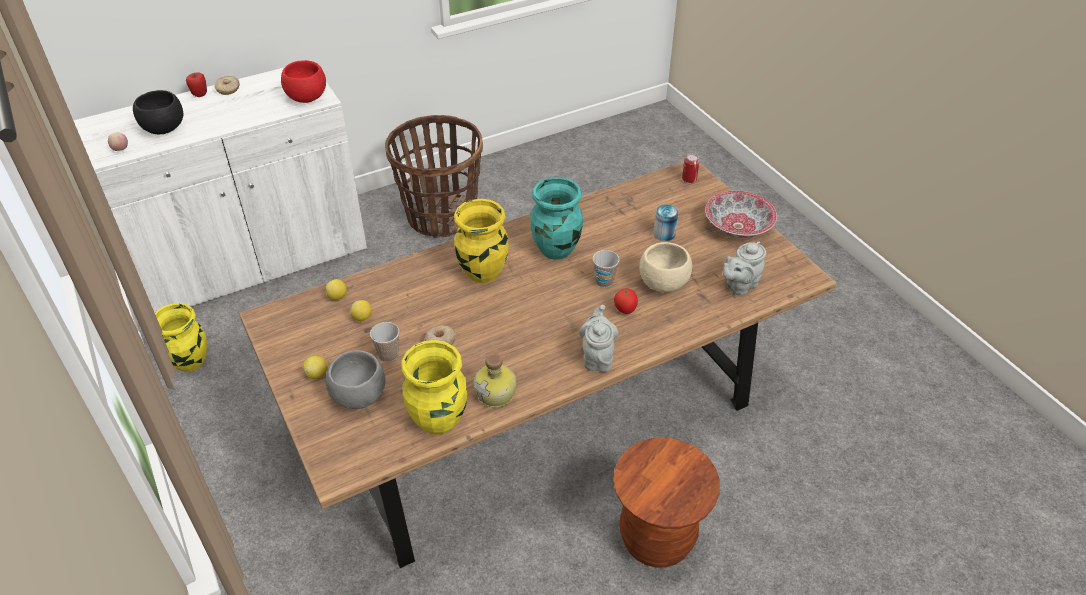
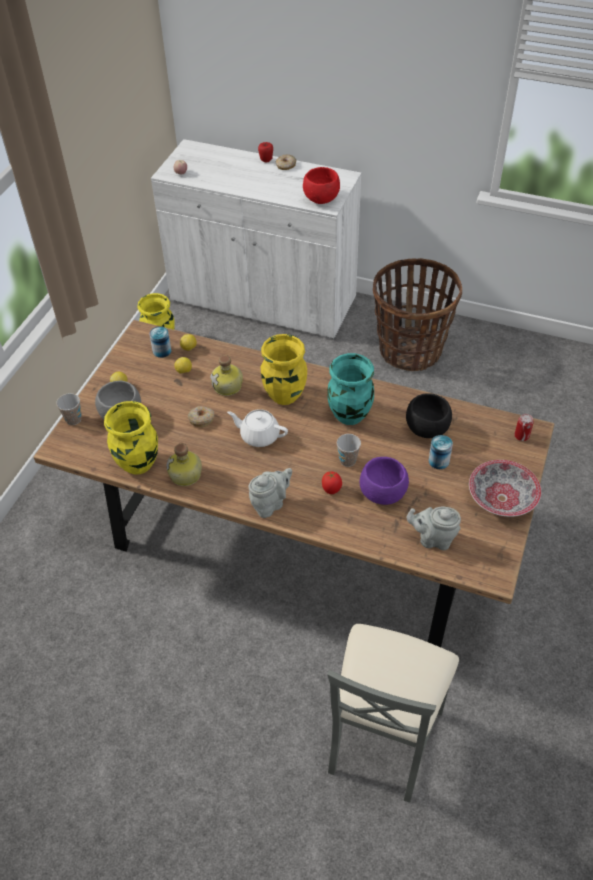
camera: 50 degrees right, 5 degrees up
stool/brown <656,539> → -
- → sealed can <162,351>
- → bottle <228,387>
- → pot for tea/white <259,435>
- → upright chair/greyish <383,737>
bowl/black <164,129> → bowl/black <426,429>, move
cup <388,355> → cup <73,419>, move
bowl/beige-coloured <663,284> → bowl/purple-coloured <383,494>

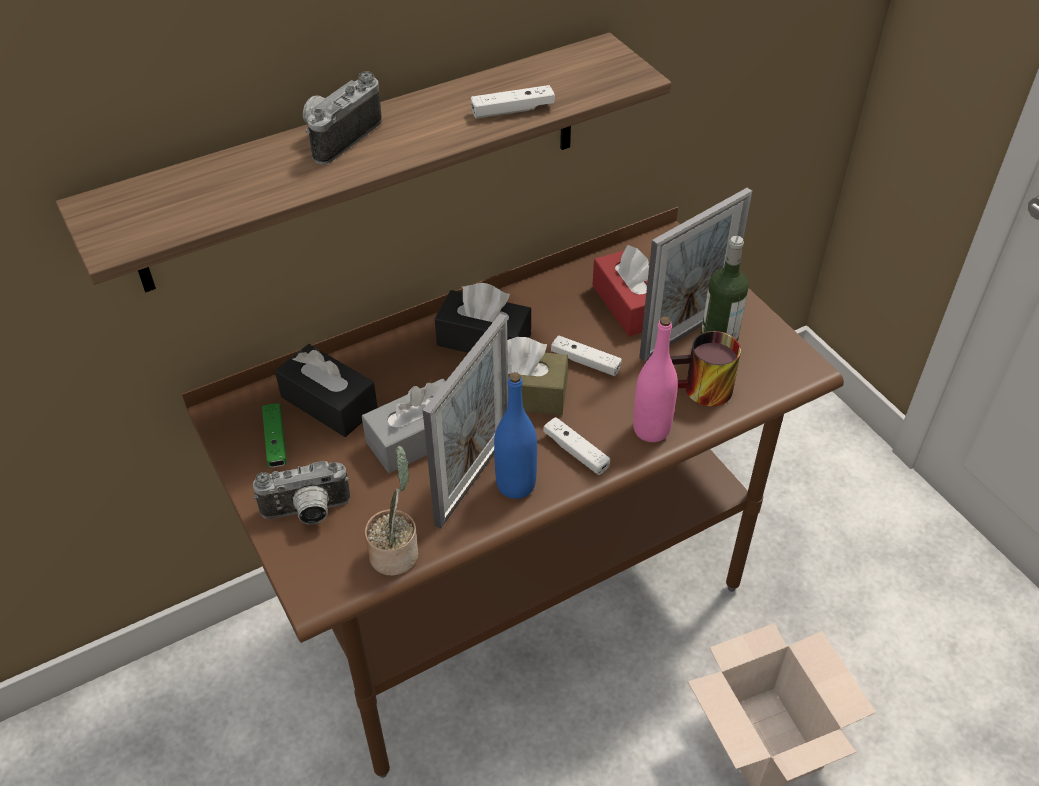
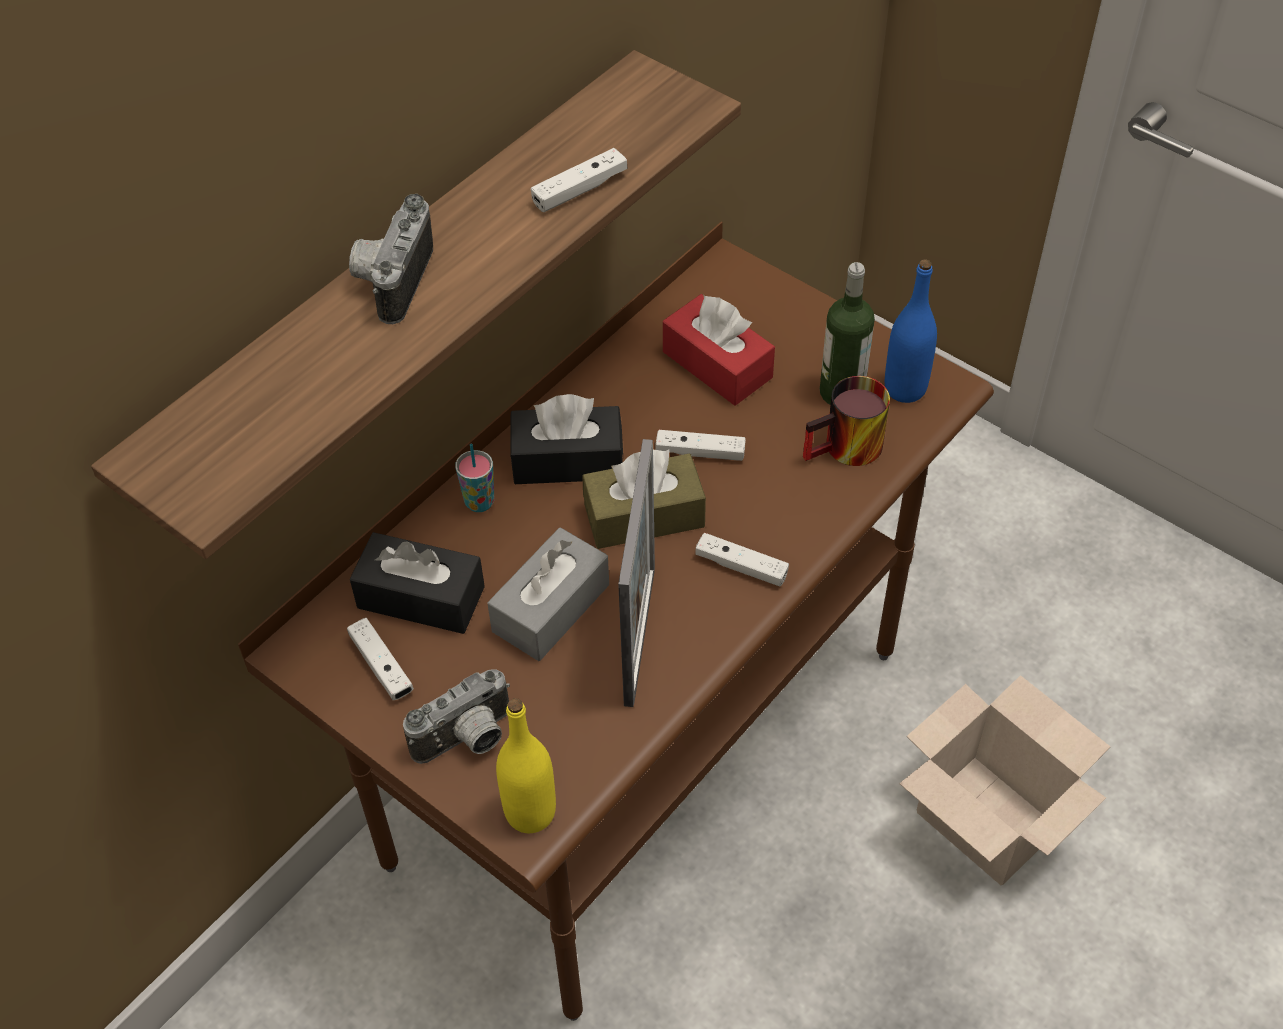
camera: 20 degrees left, 5 degrees up
plant in a pot <396,552> → -
bottle/pinkish <651,429> → -
standing frame <686,332> → -
- → cup <479,502>
- → bottle/yellow-coloured <530,812>
bottle/blue-coloured <516,485> → bottle/blue-coloured <905,388>, move
joypad/green <275,441> → joypad/white <381,666>

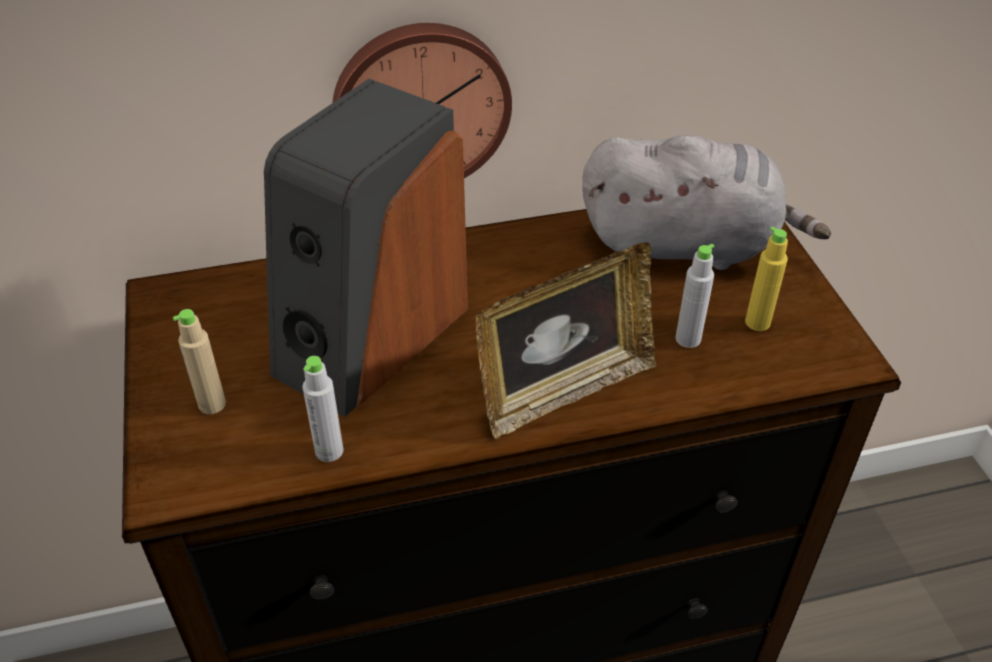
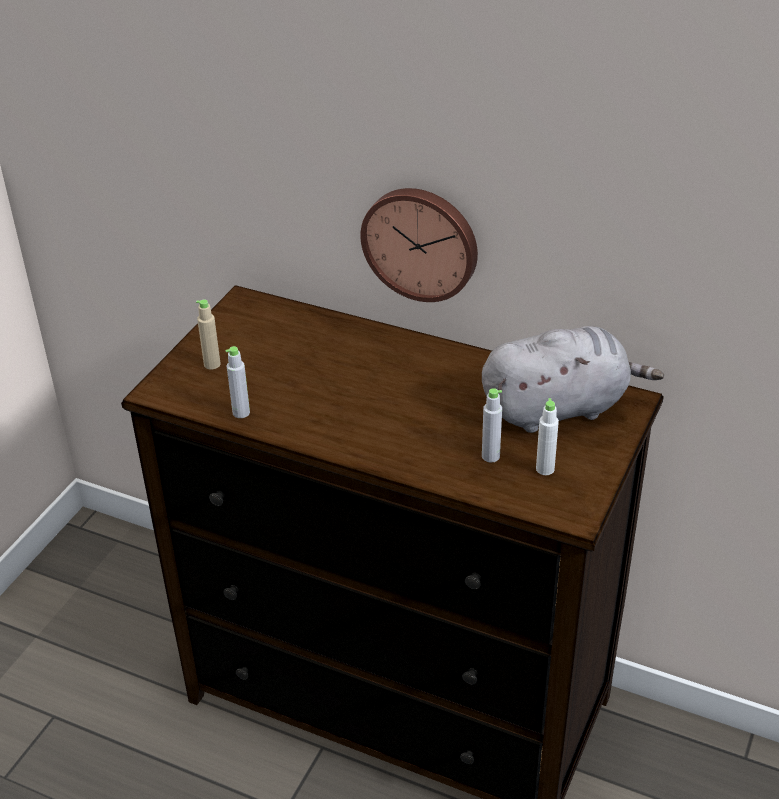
camera: 40 degrees right, 5 degrees down
speaker <370,338> → -
standing frame <564,390> → -
bottle/yellow-coloured <757,322> → bottle/white <545,469>
cuddly toy/greyish <686,245> → cuddly toy/greyish <559,408>, 60 degrees counterclockwise

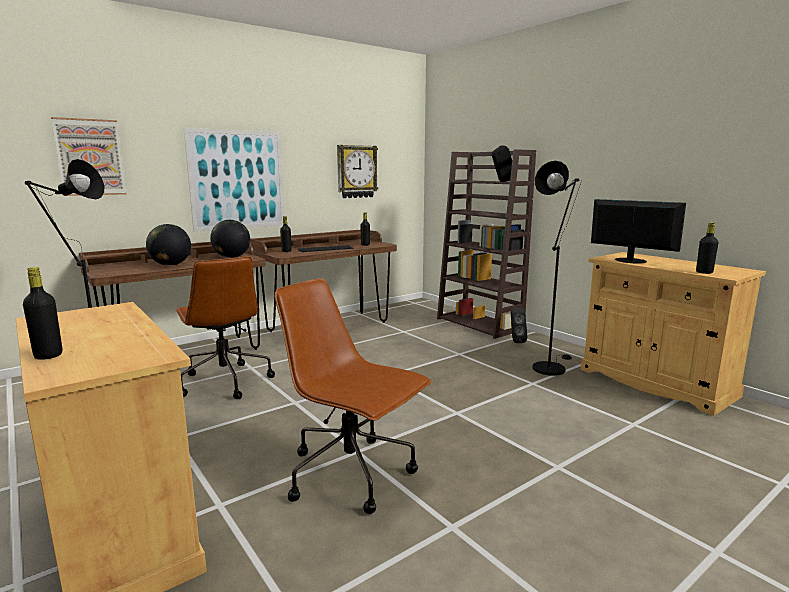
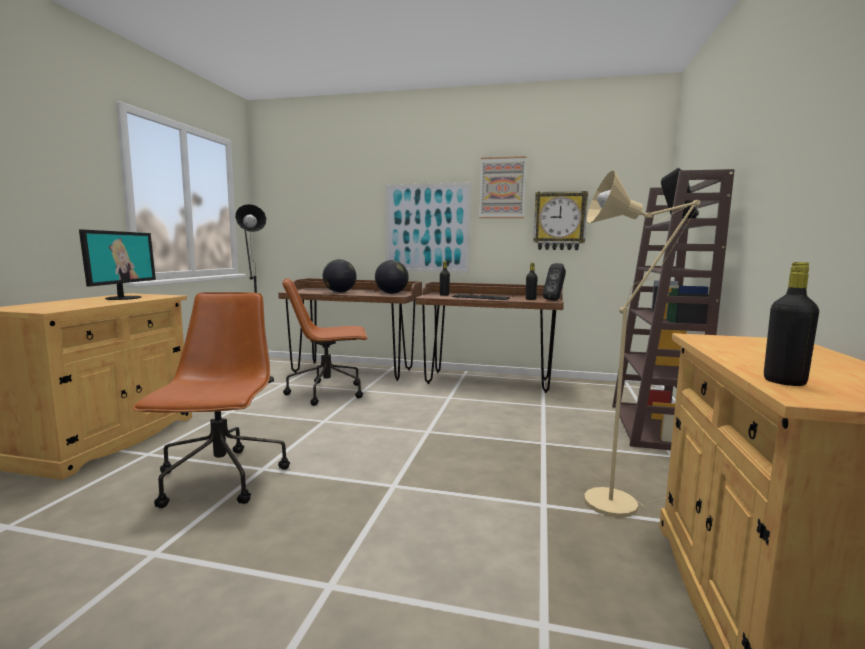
camera: 50 degrees right, 5 degrees down
bottle/black <48,355> → -
wall art <90,157> → wall art <502,188>, move
speaker/black <516,341> → speaker/black <555,300>, move
computer screen <630,261> → computer screen <123,298>, move
standard lamp/black <550,367> → standard lamp/beige-coloured <620,502>
office chair/brown <224,381> → office chair/brown <328,392>, 60 degrees clockwise

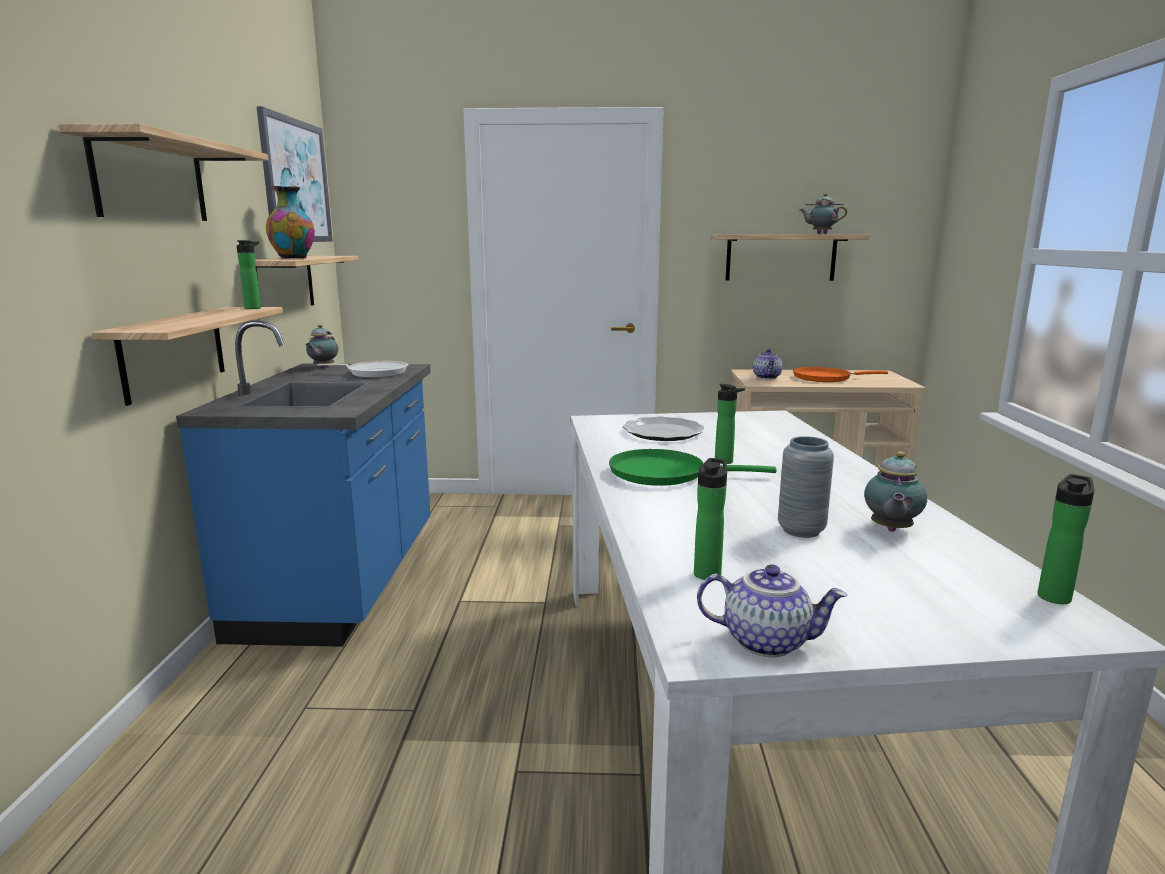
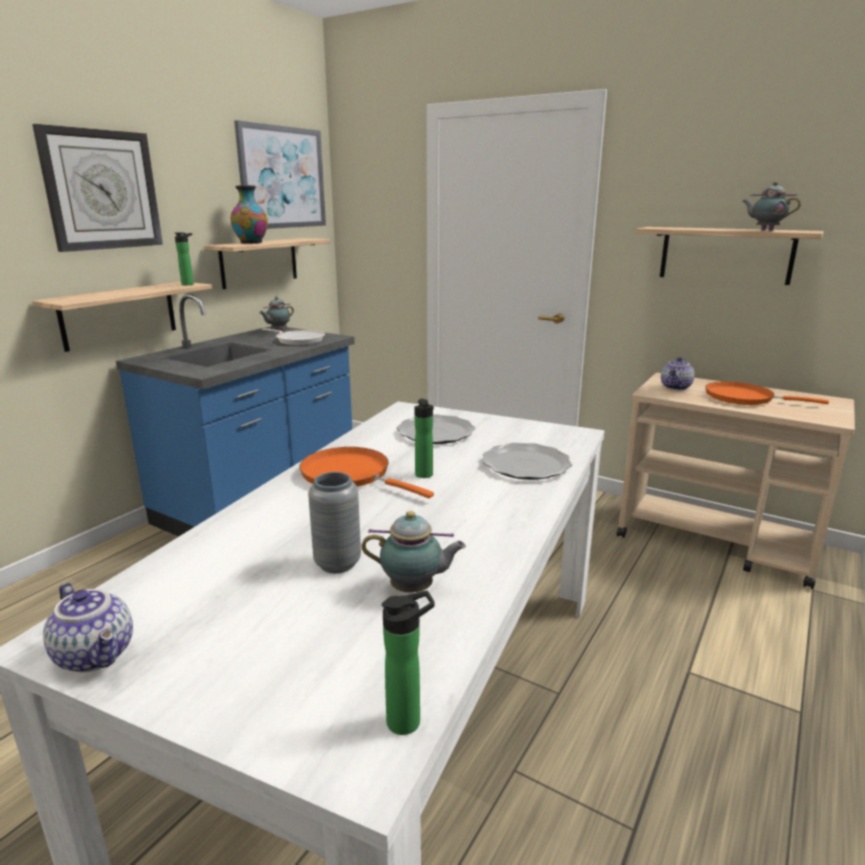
camera: 30 degrees right, 5 degrees up
bottle <708,572> → -
- → dinner plate <525,465>
bracket shelf <151,180> → hanging clock <102,190>
frying pan/green <664,473> → frying pan/orange-coloured <351,475>
pot for tea <890,530> → pot for tea <414,589>, 135 degrees counterclockwise

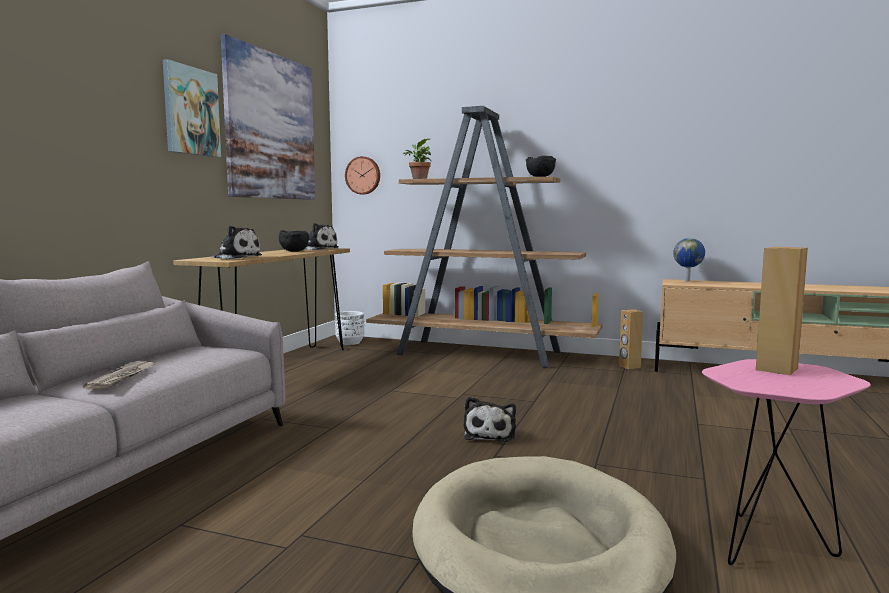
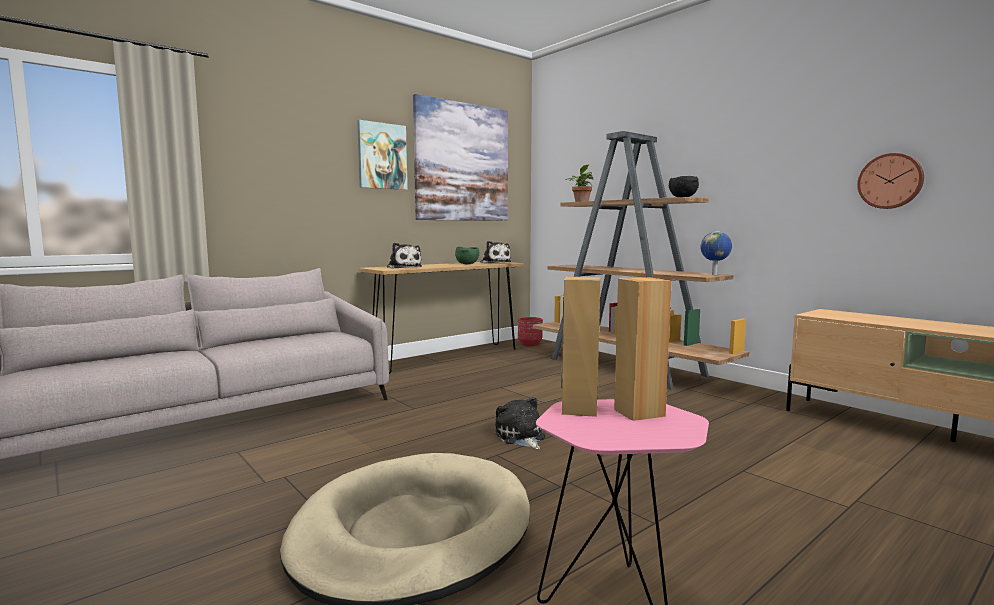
camera: 30 degrees right, 0 degrees up
newspaper <122,377> → -
hanging clock <363,175> → hanging clock <890,181>, move
speaker/brown <629,366> → speaker/brown <579,409>, move
desk globe <688,281> → desk globe <715,274>, move
bowl/black <294,251> → bowl/green <467,264>
flower pot/white <350,342> → flower pot/red <530,344>
cuddly toy <490,434> → cuddly toy <520,437>, 120 degrees clockwise

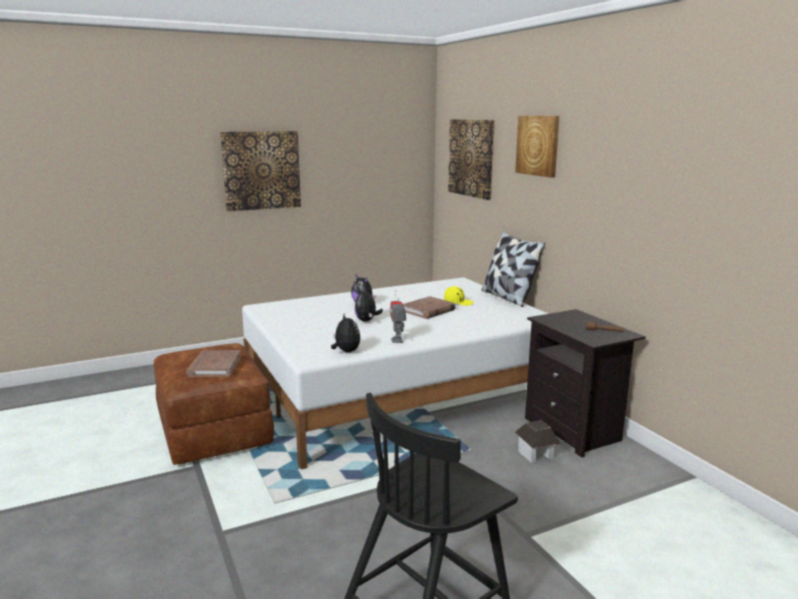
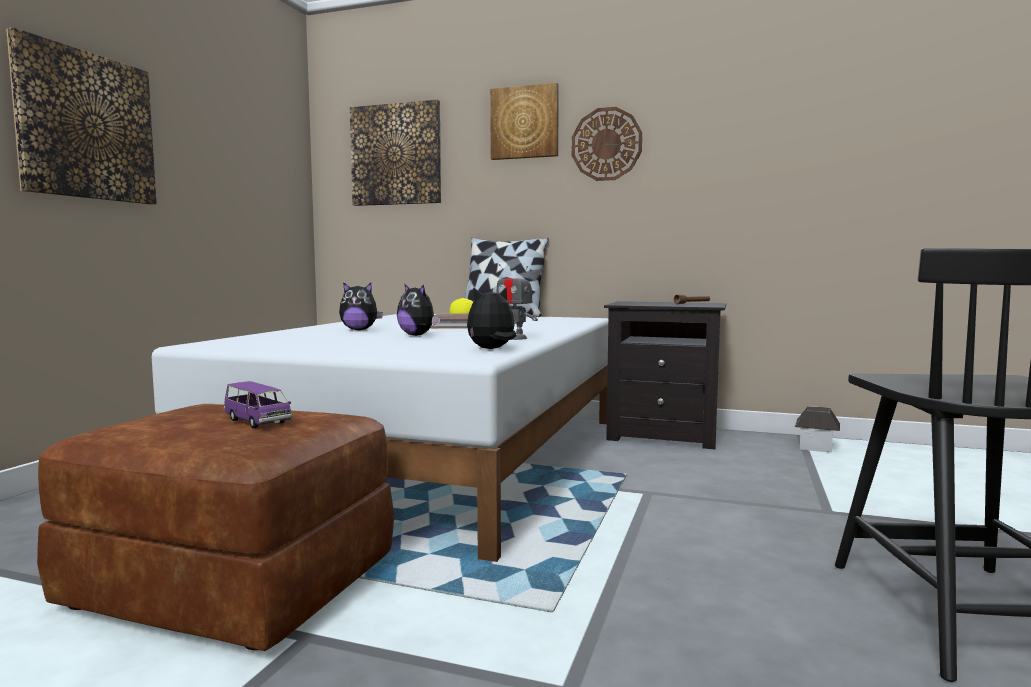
camera: 45 degrees left, 10 degrees down
- → hanging clock <606,144>
miniature house <536,454> → miniature house <816,447>, move
book/brown <214,366> → model car/purple-coloured <257,422>
cuddly toy <346,351> → cuddly toy <492,349>, 45 degrees counterclockwise

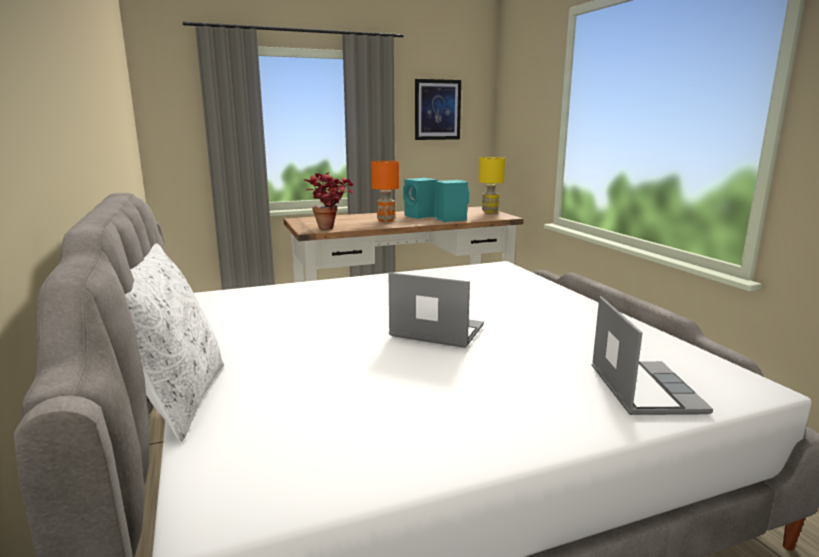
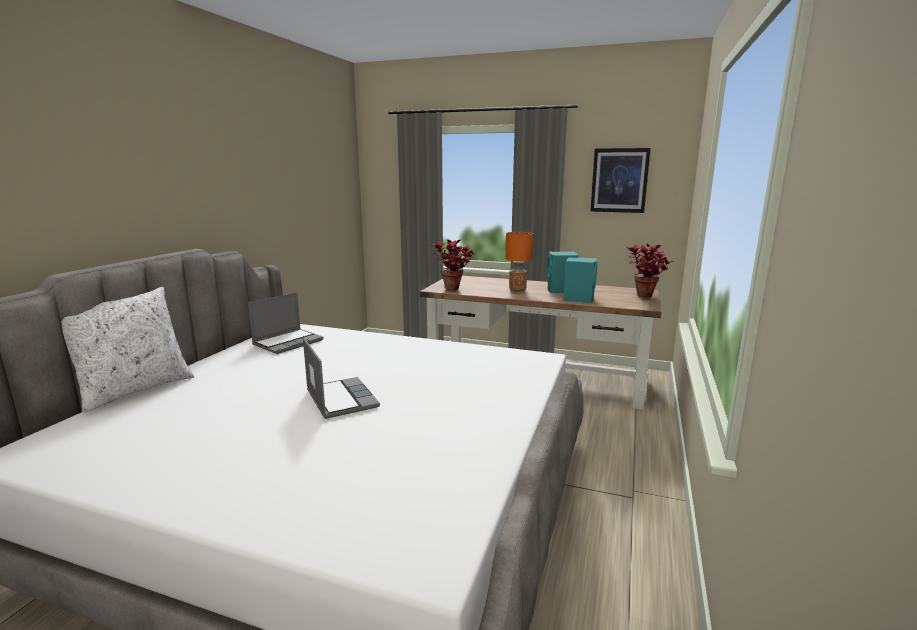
camera: 40 degrees right, 0 degrees up
portable computer <643,389> → portable computer <288,342>, move
tabletop lamp/yellow-coloured <490,212> → plant in a pot <645,297>

